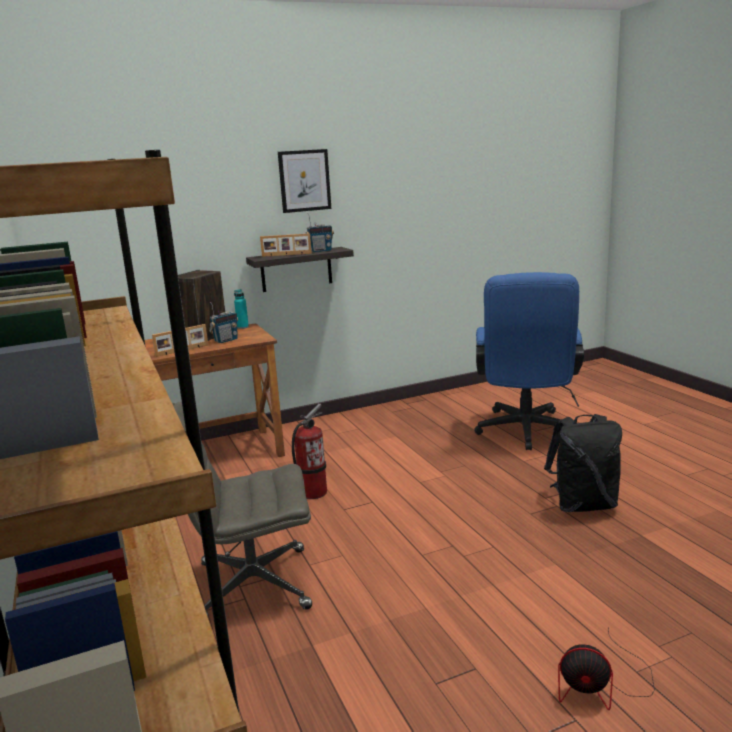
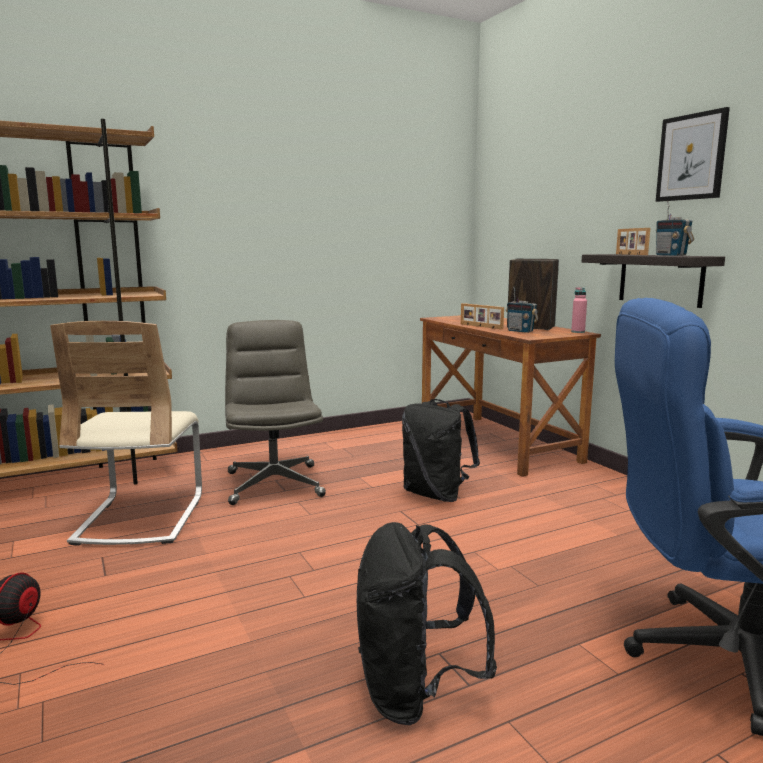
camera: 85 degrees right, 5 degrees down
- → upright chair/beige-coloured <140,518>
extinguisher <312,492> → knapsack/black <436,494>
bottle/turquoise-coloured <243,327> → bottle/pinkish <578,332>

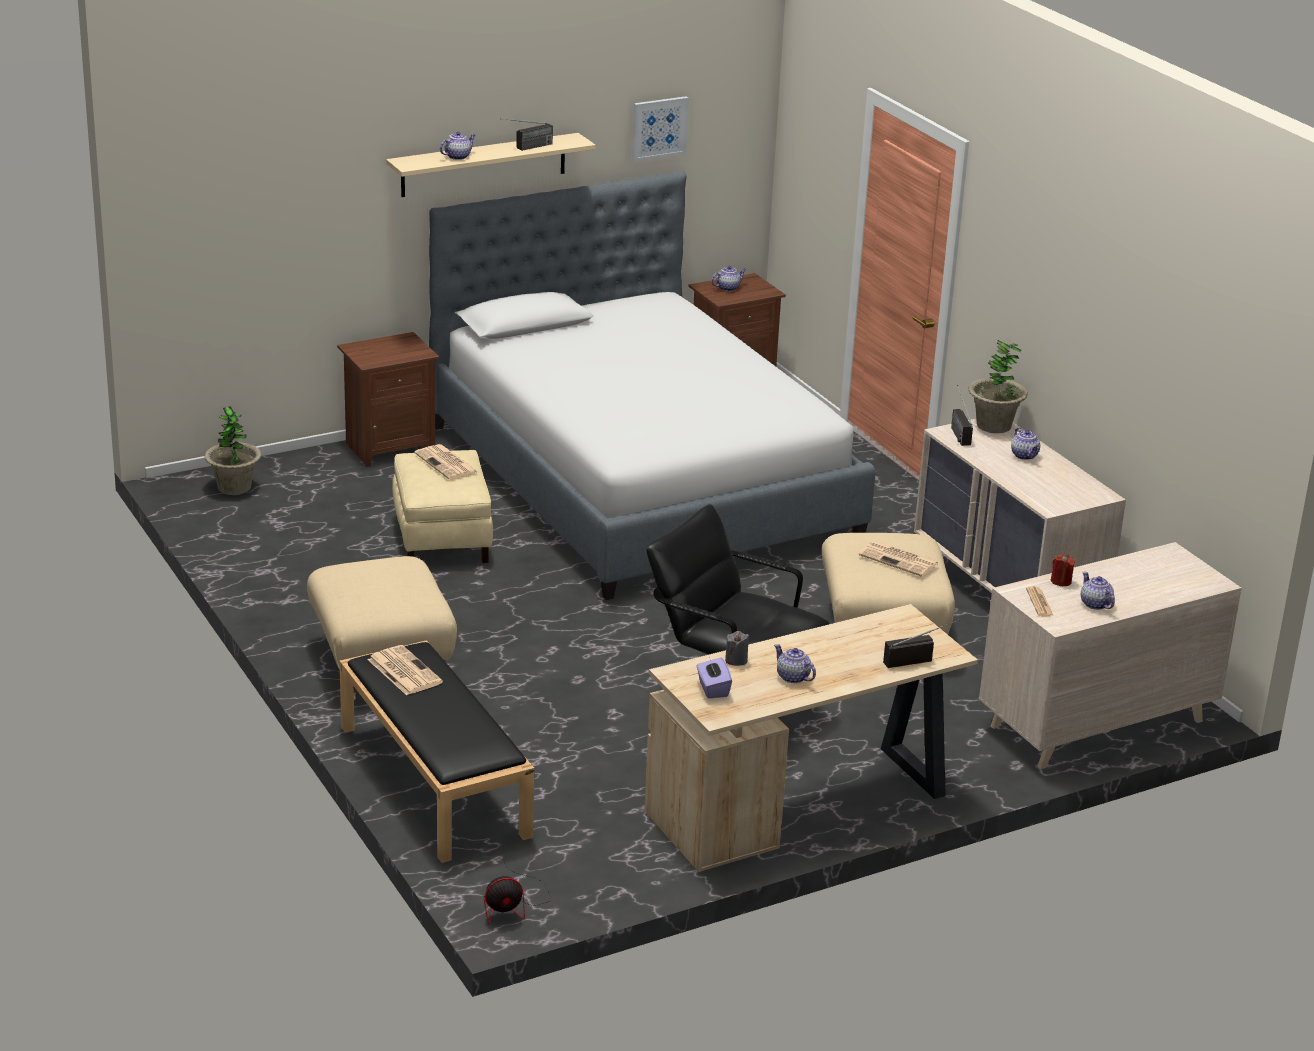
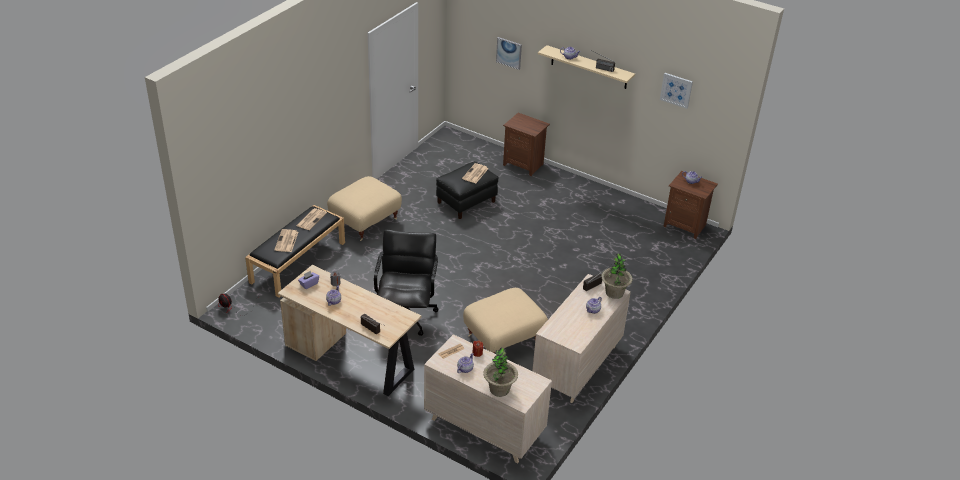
camera: 60 degrees right, 10 degrees up
bedroom bed <640,481> → -
- → wall art <509,53>
plant in a pot <234,487> → plant in a pot <499,389>, move
newspaper <900,560> → newspaper <286,241>, move
pouffe/beige-coloured <442,539> → pouffe/black <466,202>

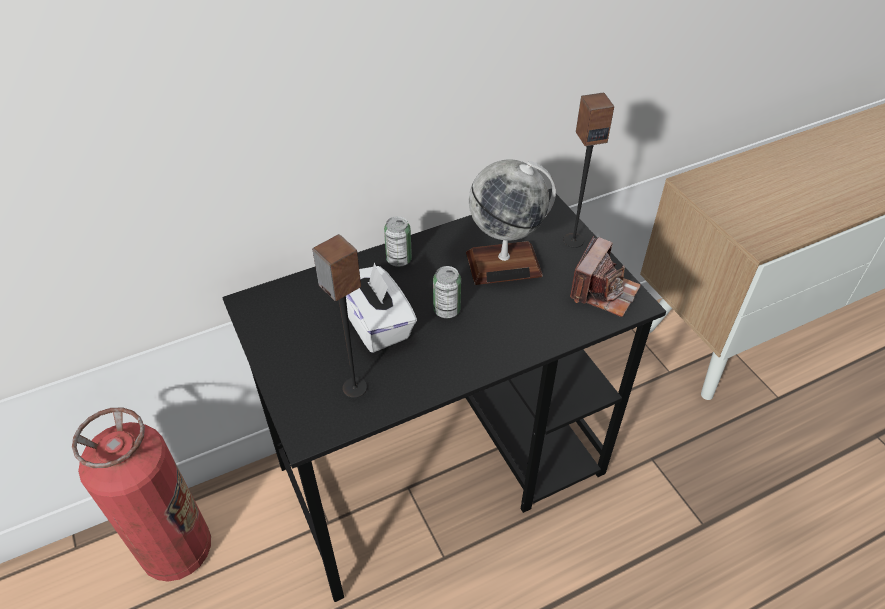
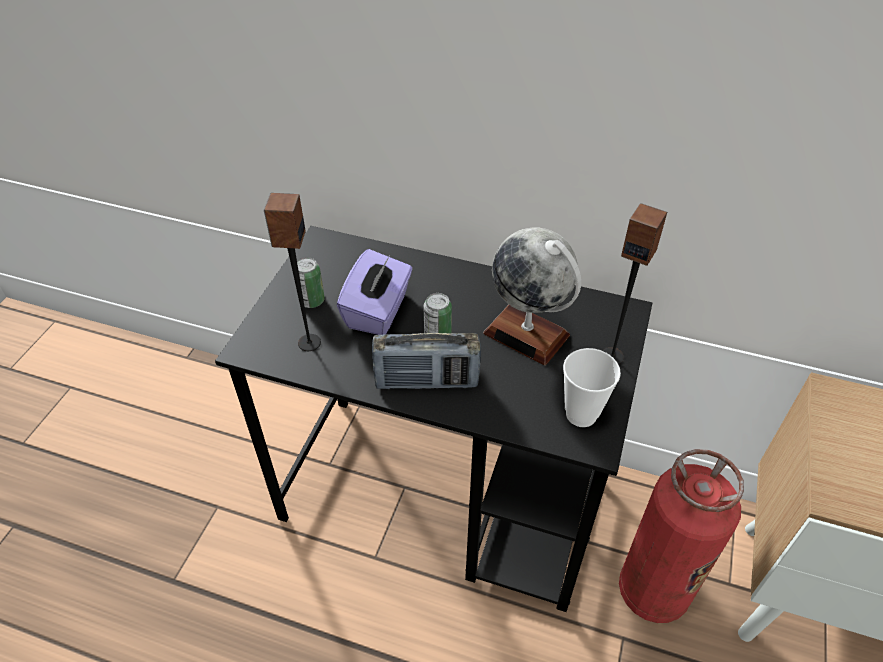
camera: 45 degrees right, 0 degrees up
- → radio set <426,381>
extinguisher <177,550> → extinguisher <652,591>, move
sealed can <399,259> → sealed can <312,300>, move
still camera <603,291> → cup <581,414>
box of tissues/white <377,323> → box of tissues/purple-coloured <378,311>

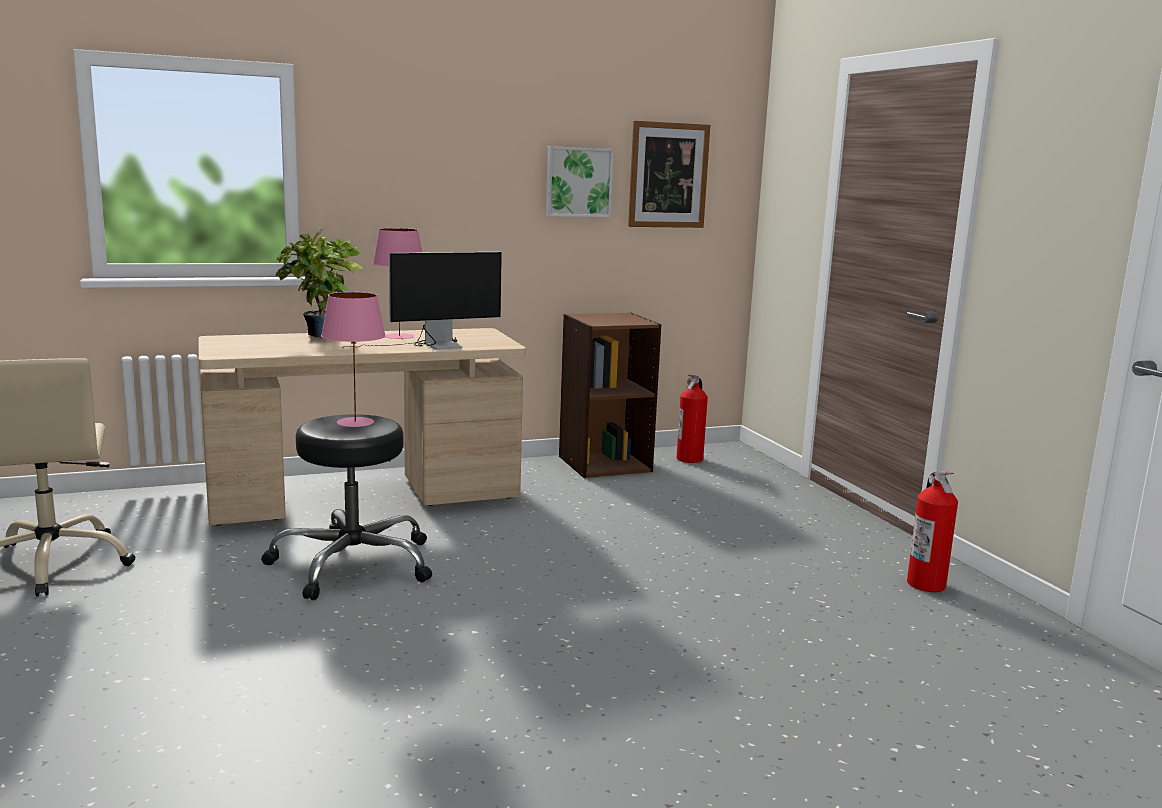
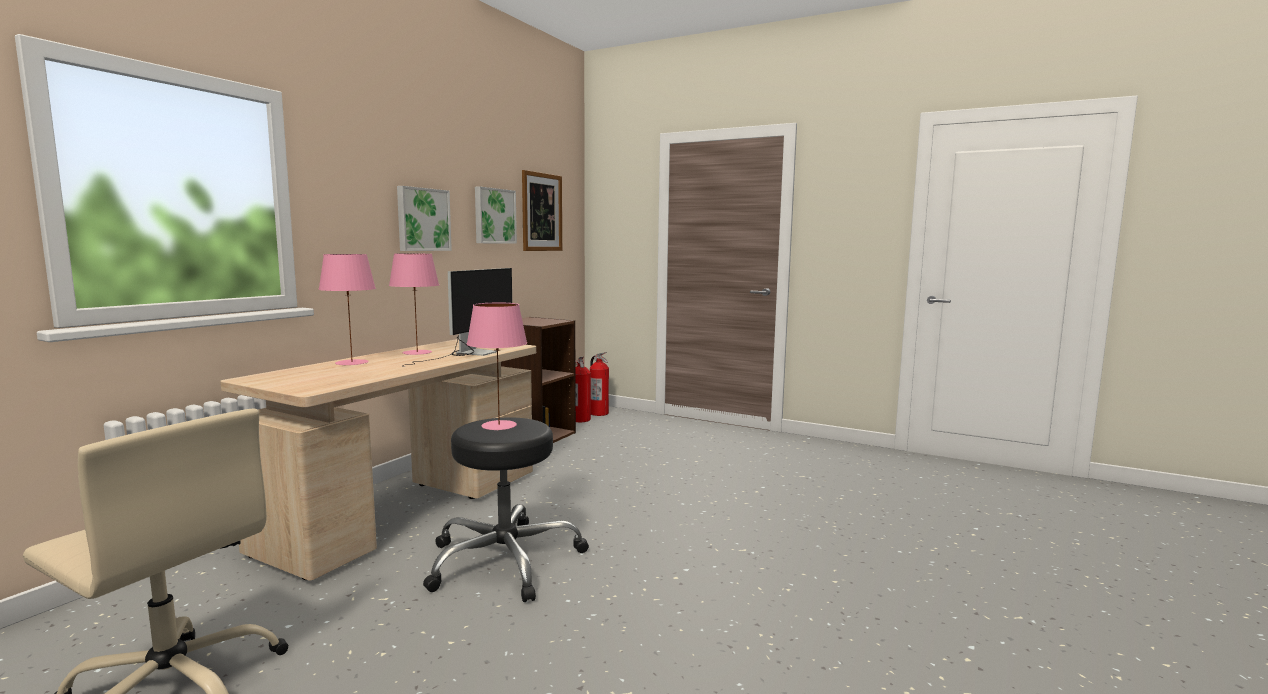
camera: 40 degrees left, 5 degrees down
- → wall art <422,219>
extinguisher <926,584> → extinguisher <599,413>, move
plant in a pot <321,337> → tabletop lamp/pinkish <352,362>

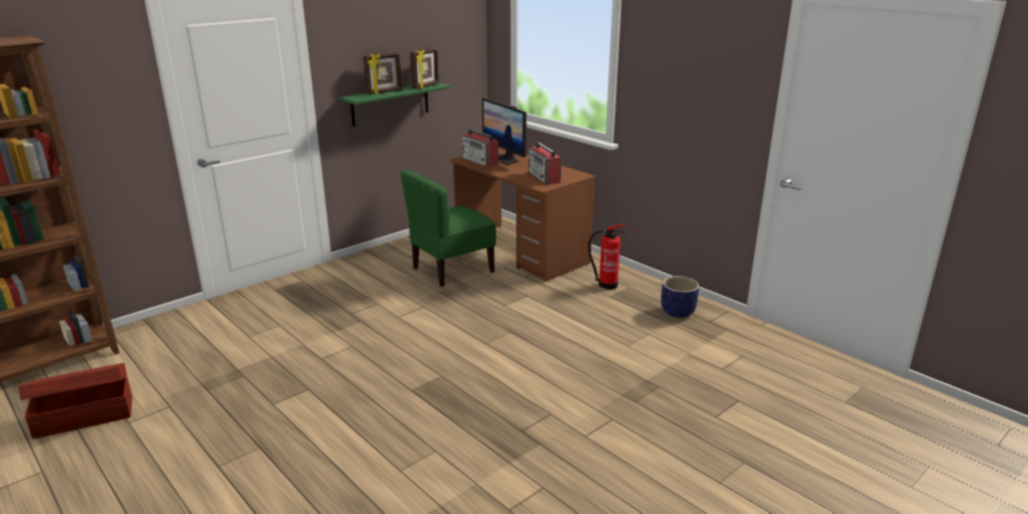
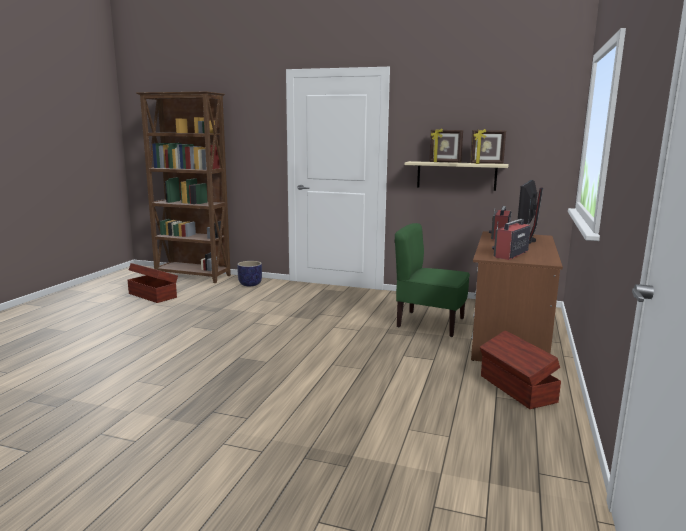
camera: 60 degrees right, 10 degrees down
flower pot <678,312> → flower pot <250,284>, move
extinguisher <606,285> → storage box/brown <517,389>
bracket shelf/green <390,104> → bracket shelf/beige-coloured <456,175>

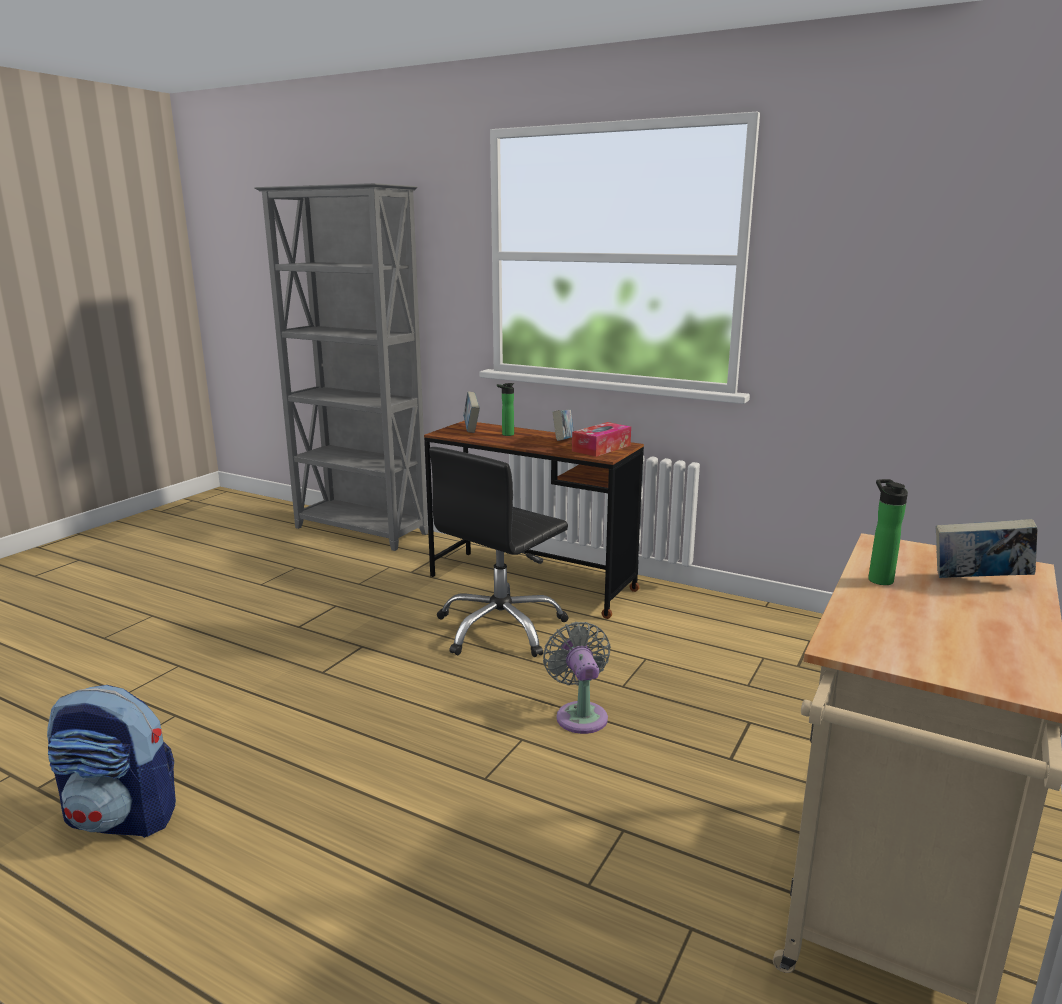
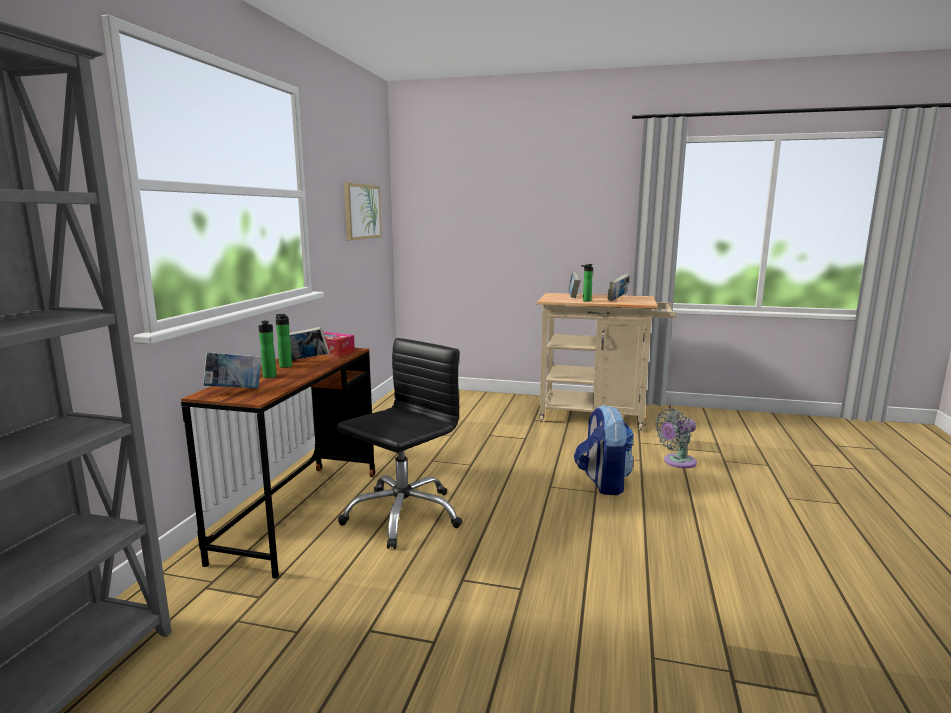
camera: 105 degrees left, 5 degrees down
- → bottle <285,365>
- → wall art <362,212>
- → book <617,299>
knapsack <123,818> → knapsack <603,483>, move
cooling fan/greyish <580,714> → cooling fan/greyish <677,462>, move
office chair/black <501,628> → office chair/black <402,515>, 75 degrees counterclockwise

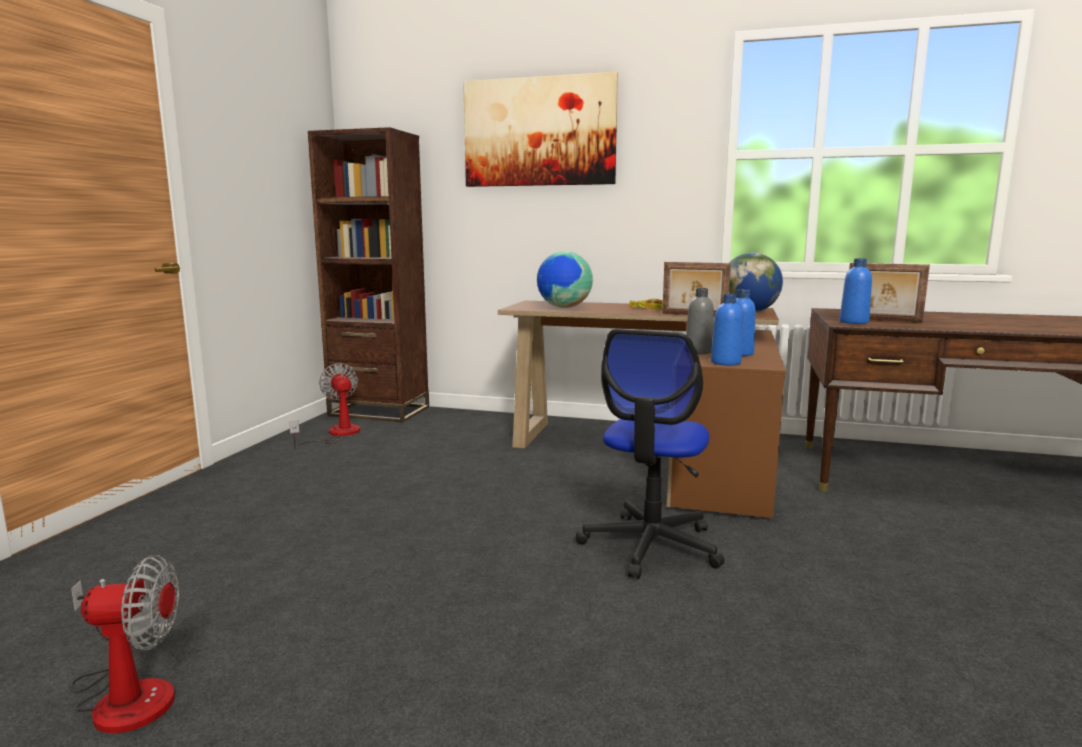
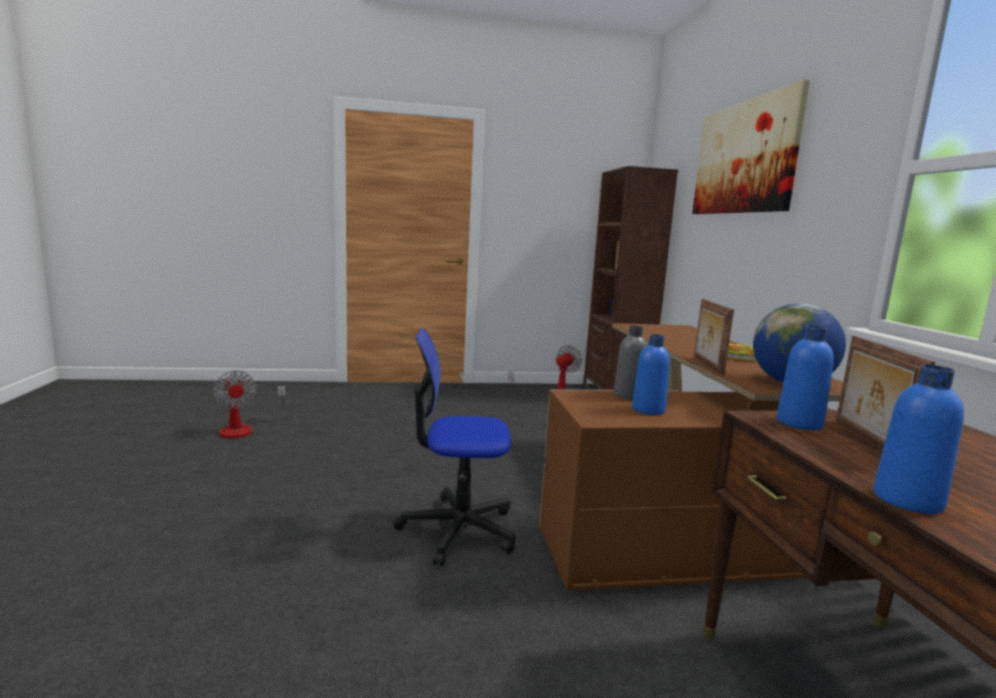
camera: 65 degrees right, 0 degrees up
desk globe <564,307> → -
bottle/blue-coloured <725,362> → bottle/blue-coloured <907,500>, move

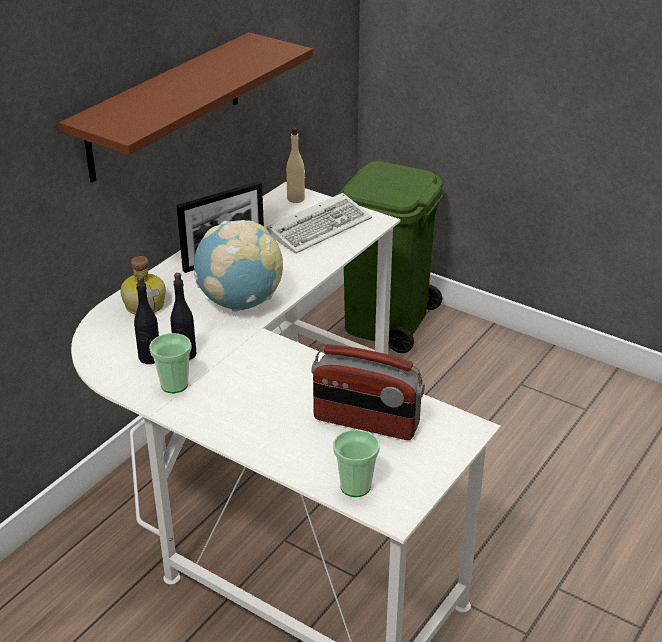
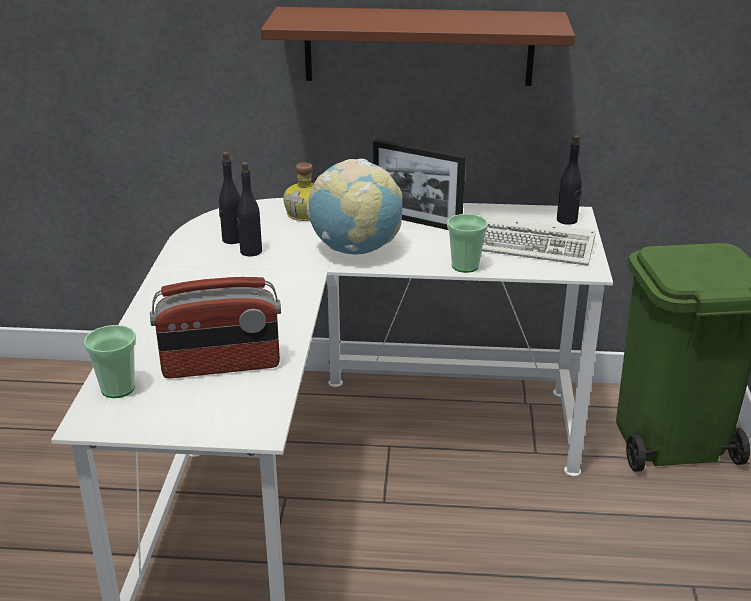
camera: 60 degrees right, 5 degrees down
cup <174,385> → cup <465,266>, move
bottle/beige-coloured <296,199> → bottle/black <567,220>
radio set <366,423> → radio set <221,366>, 90 degrees counterclockwise

